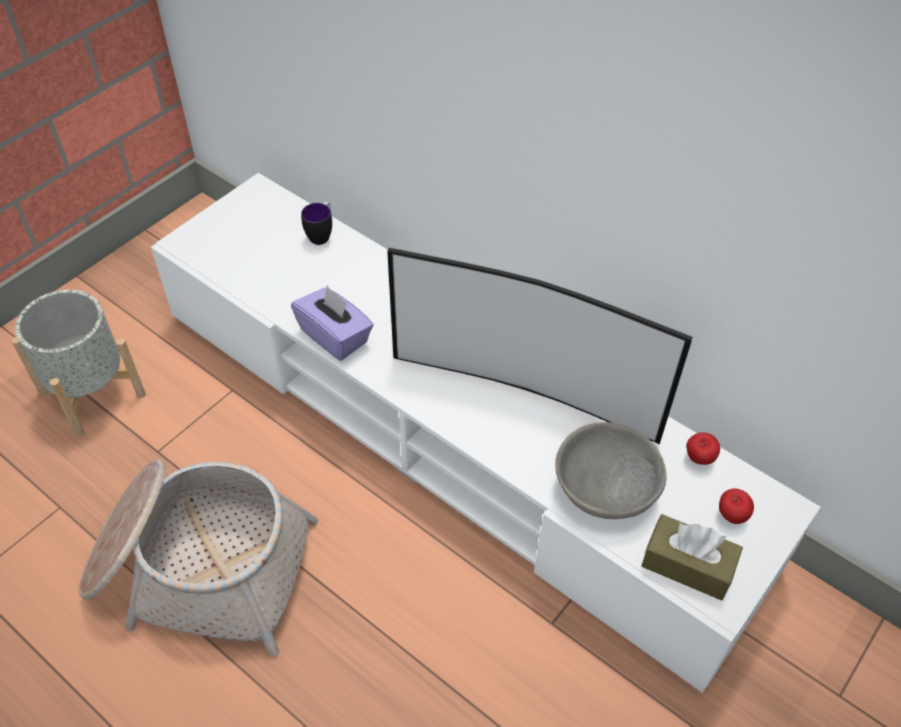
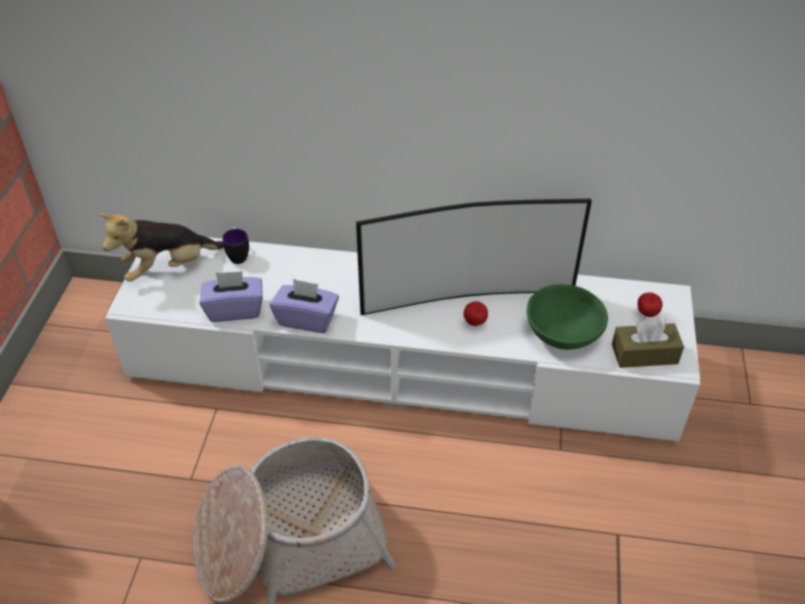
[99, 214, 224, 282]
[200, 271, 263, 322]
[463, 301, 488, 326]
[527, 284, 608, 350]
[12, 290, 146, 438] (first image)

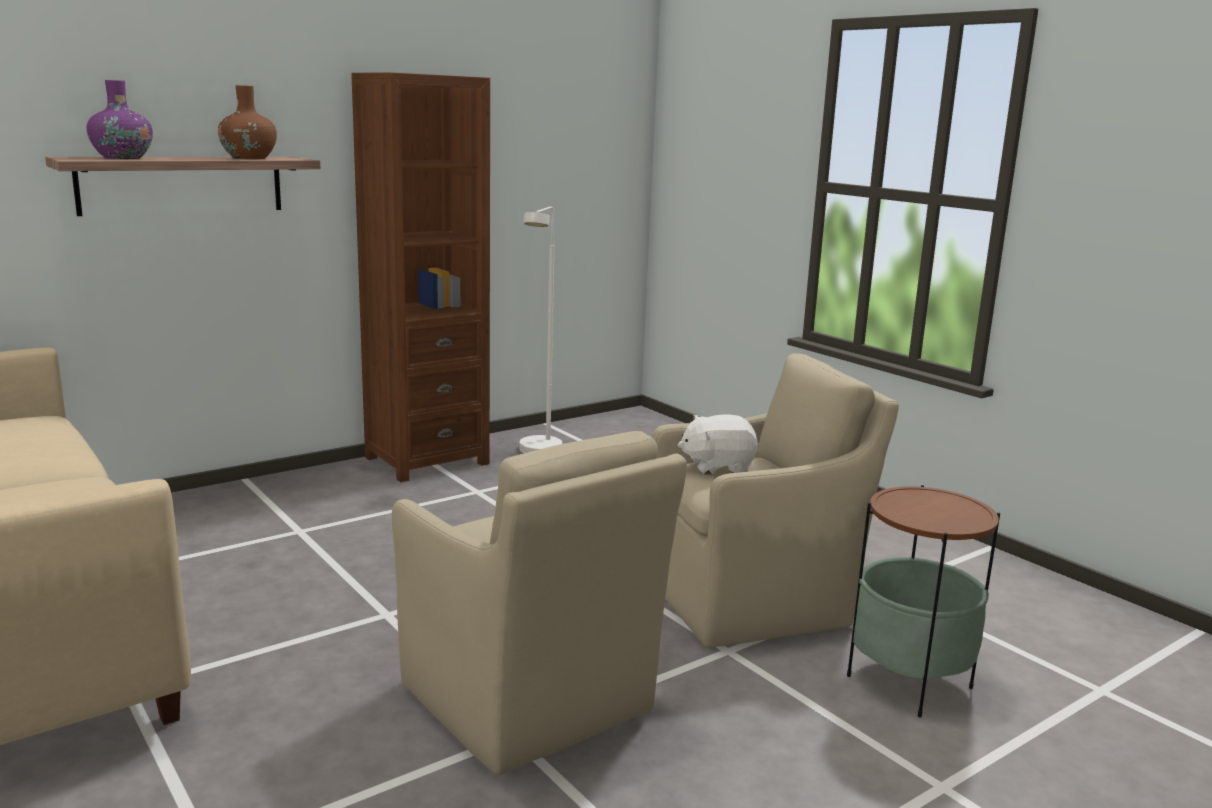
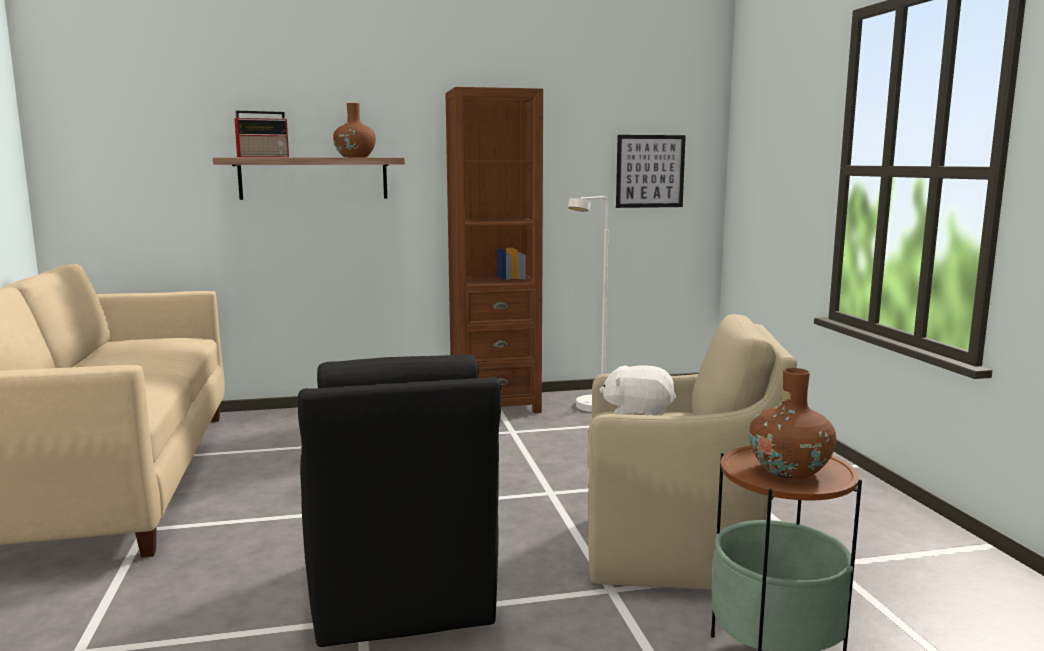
[234, 111, 289, 157]
[298, 354, 501, 647]
[616, 135, 686, 208]
[749, 368, 836, 479]

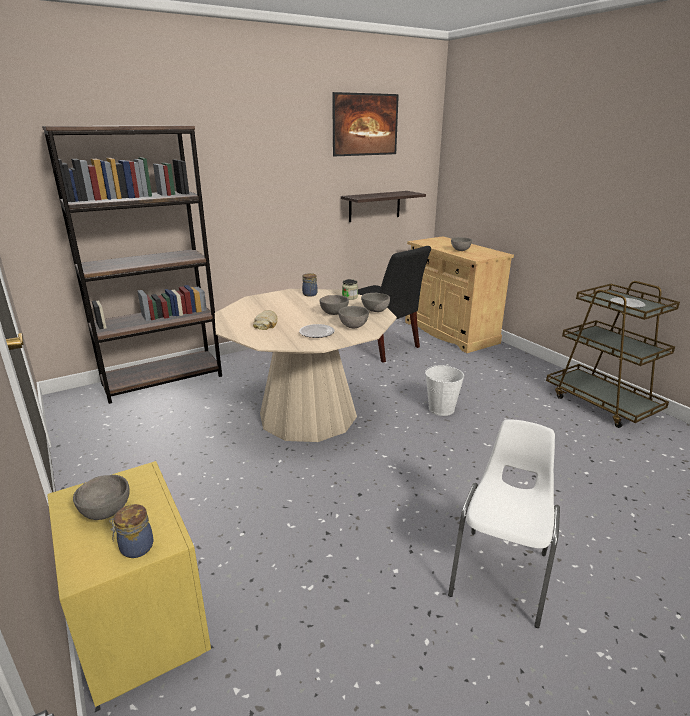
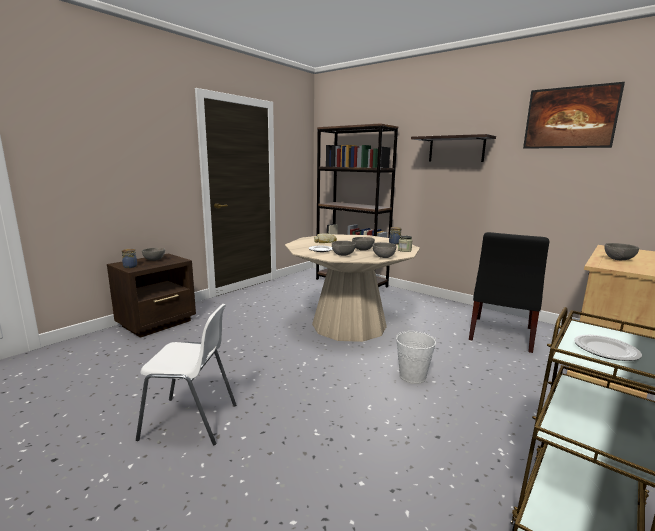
[107, 253, 196, 338]
[411, 134, 496, 162]

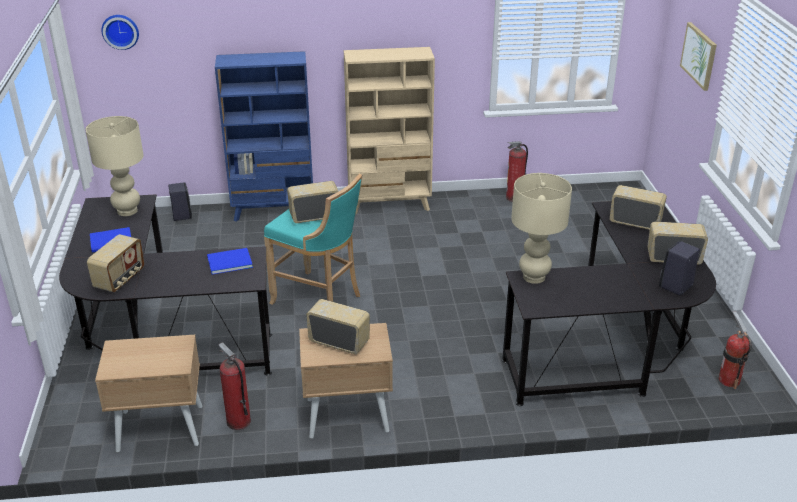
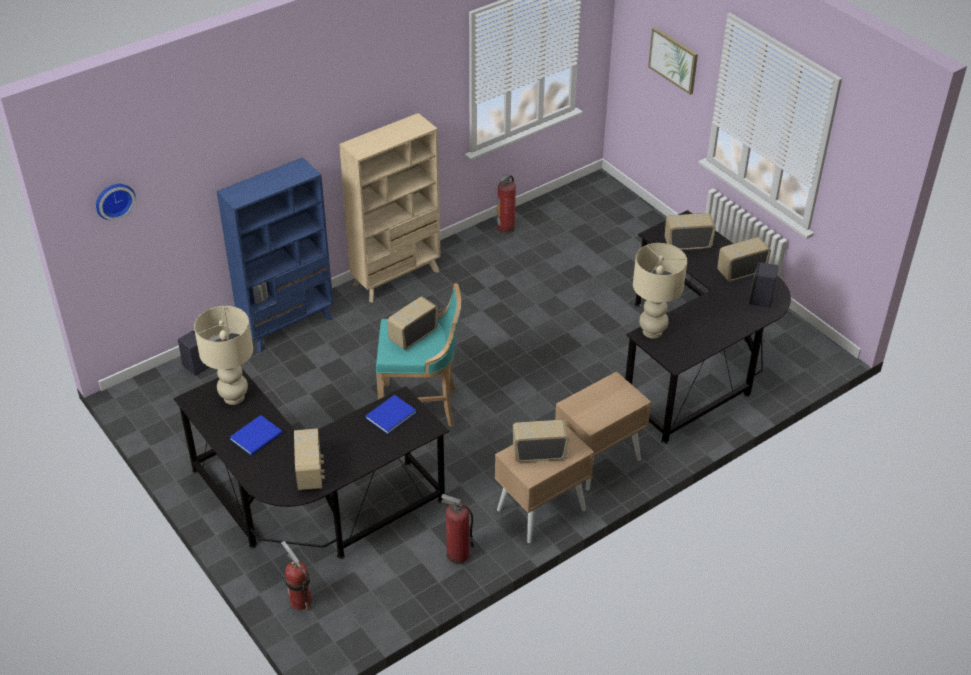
[281, 541, 311, 611]
[555, 371, 651, 491]

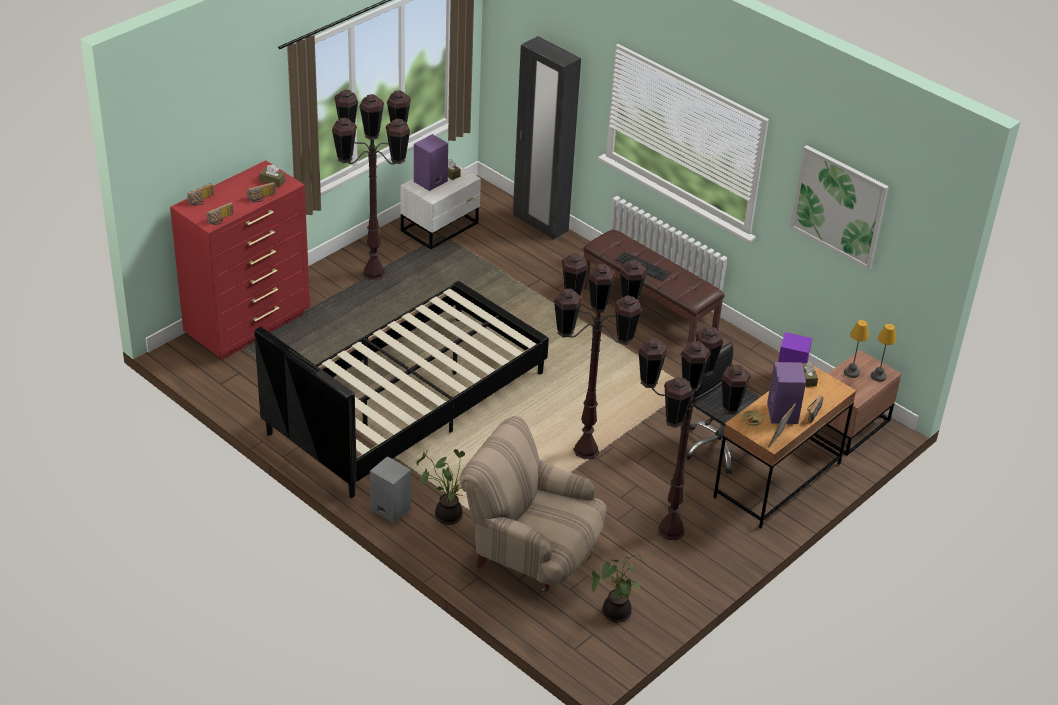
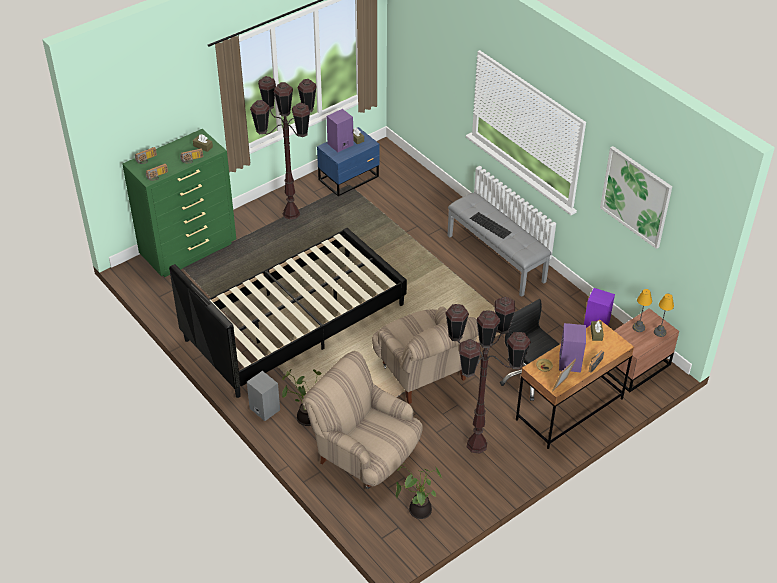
[122, 129, 236, 277]
[317, 127, 380, 196]
[372, 306, 478, 404]
[448, 193, 552, 297]
[513, 36, 581, 240] (first image)

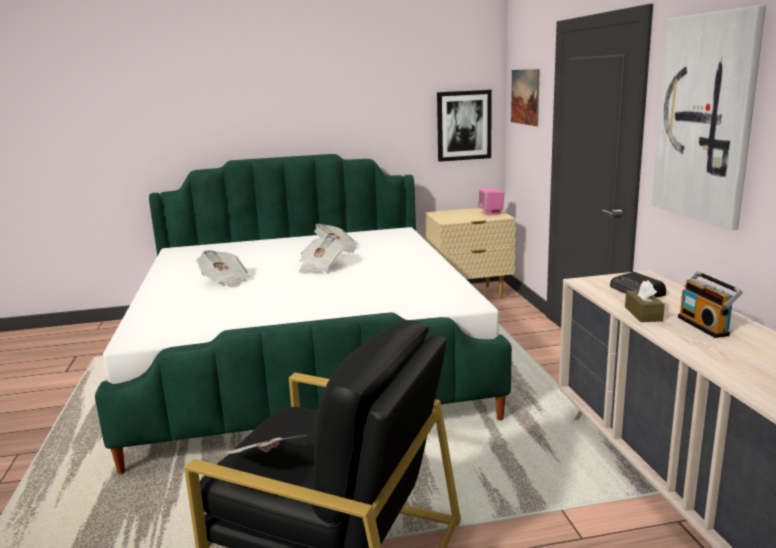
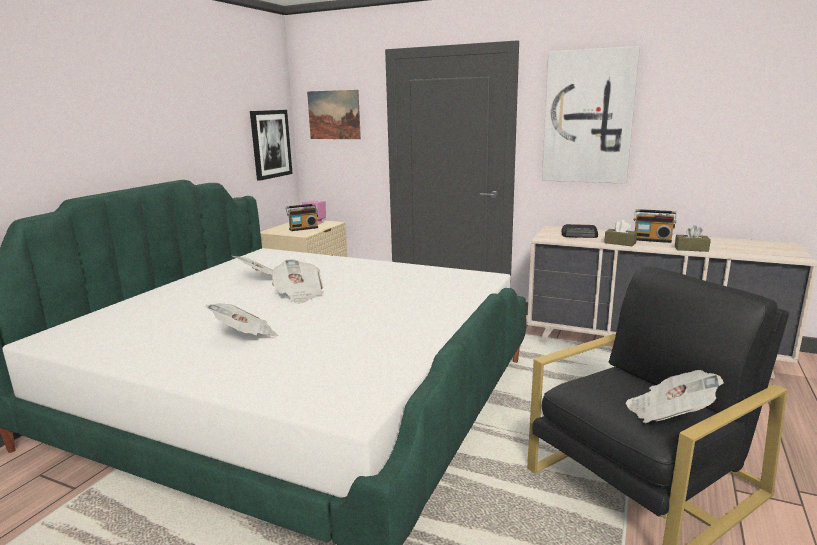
[286, 204, 318, 231]
[675, 225, 711, 252]

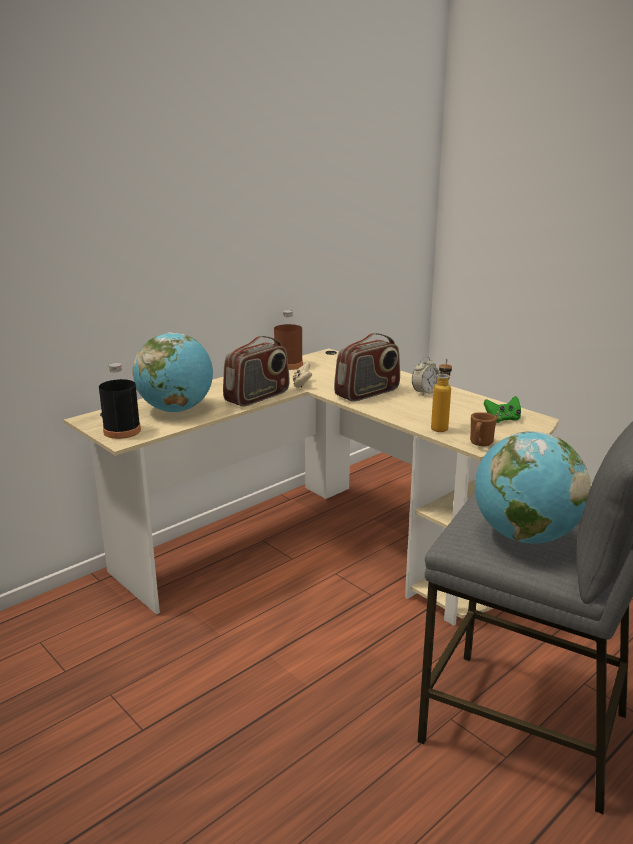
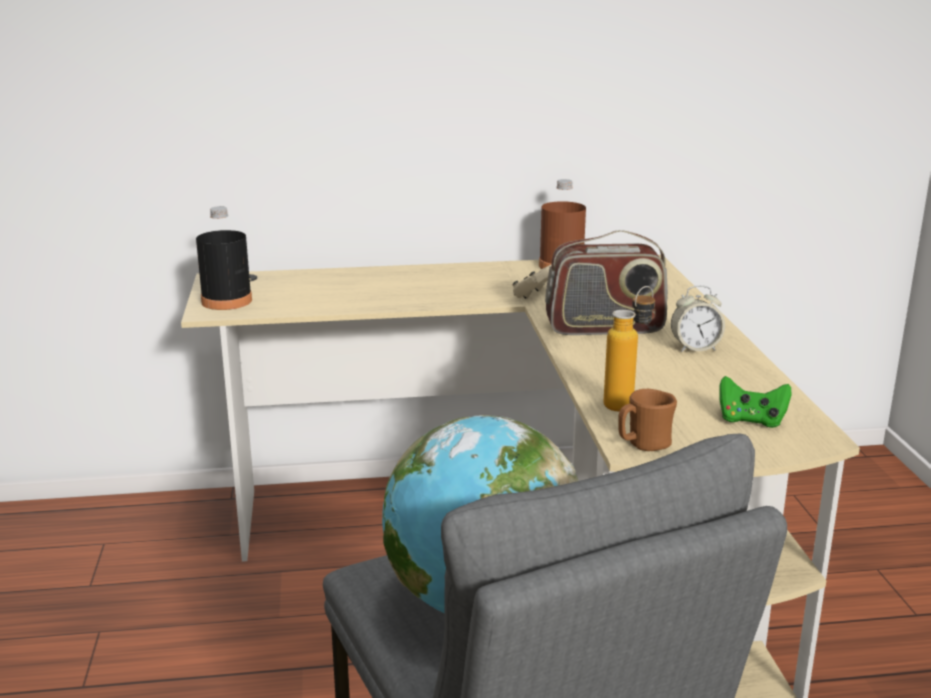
[132, 332, 213, 413] (first image)
[223, 336, 289, 407] (first image)

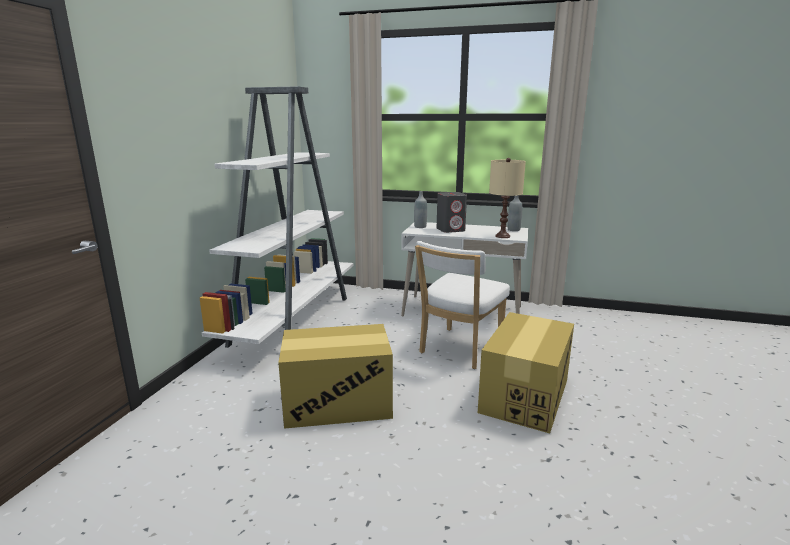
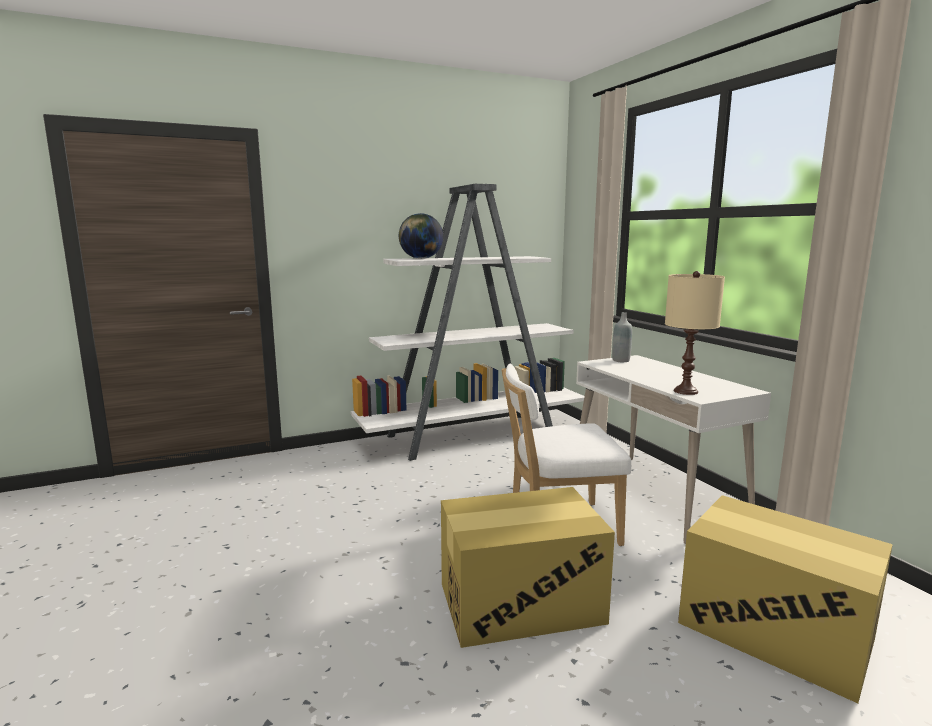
[399, 213, 443, 259]
[678, 495, 893, 703]
[437, 192, 467, 233] (first image)
[507, 195, 522, 231] (first image)

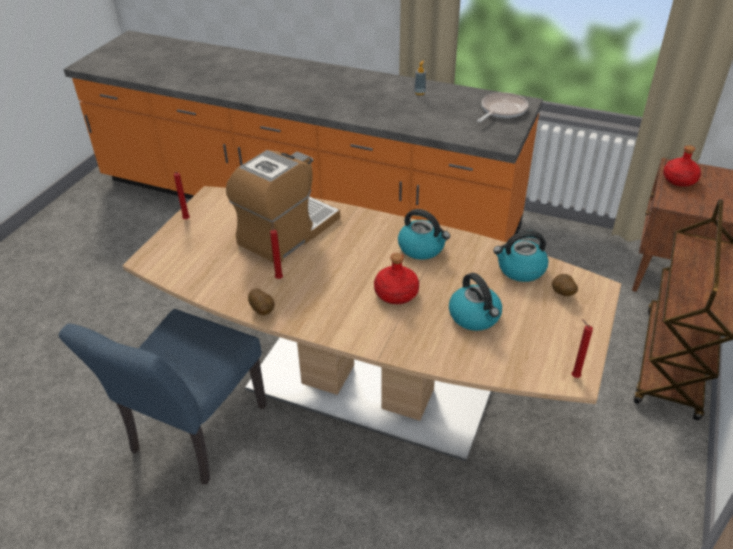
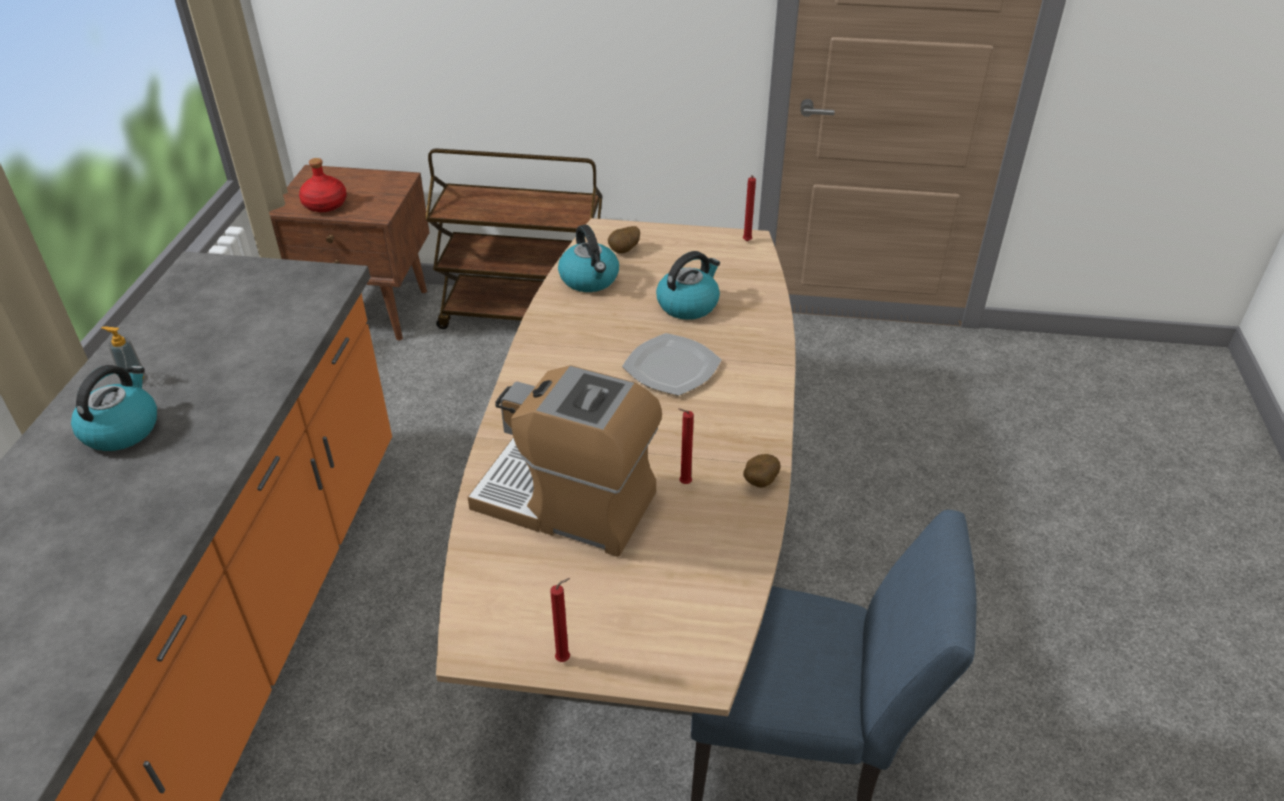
[71, 365, 157, 451]
[622, 333, 722, 396]
[477, 92, 528, 122] (first image)

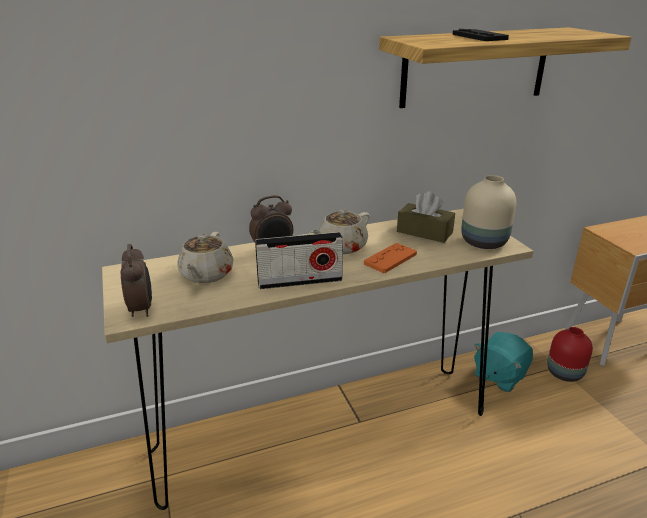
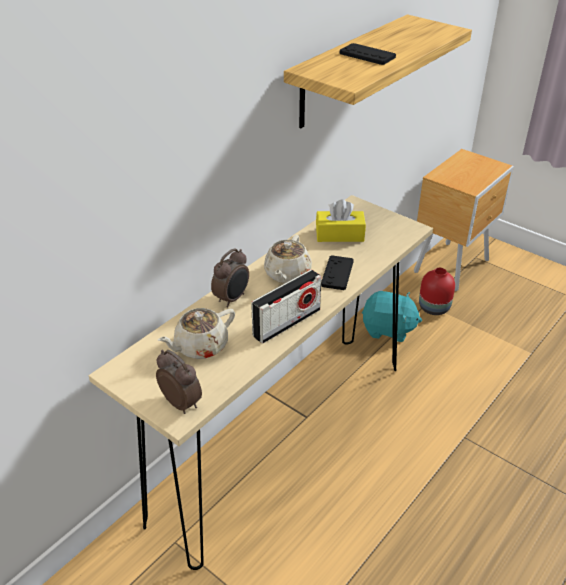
[158, 308, 235, 359]
[316, 199, 366, 242]
[321, 255, 354, 290]
[362, 291, 422, 342]
[461, 175, 516, 249] (first image)

